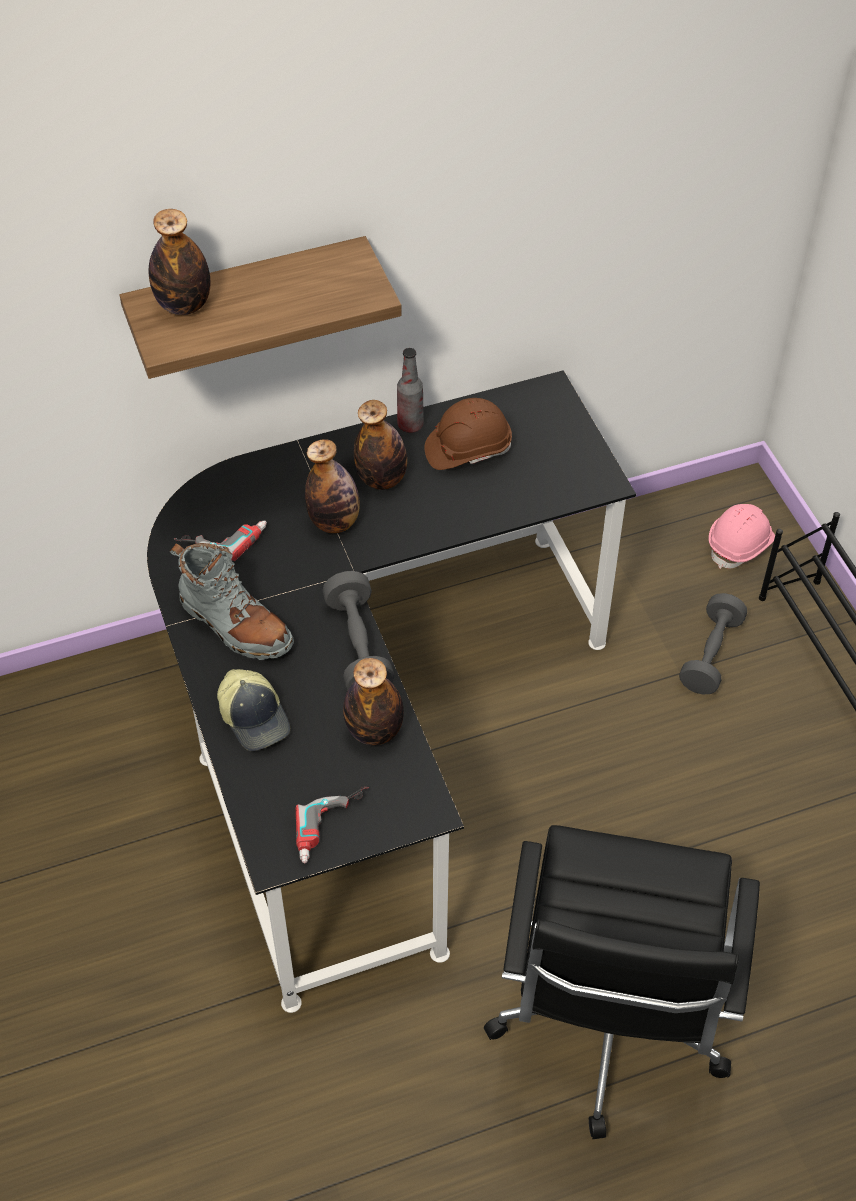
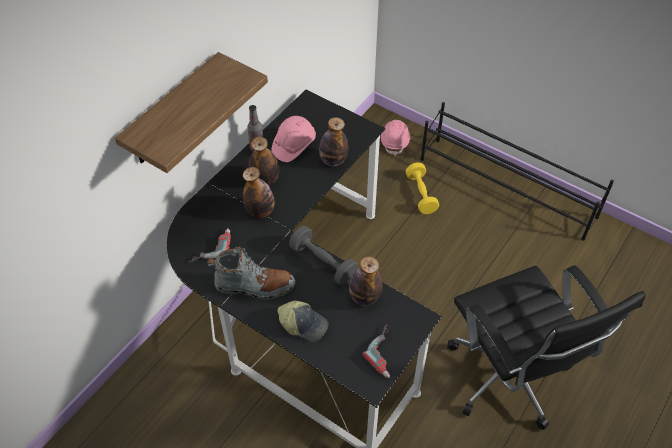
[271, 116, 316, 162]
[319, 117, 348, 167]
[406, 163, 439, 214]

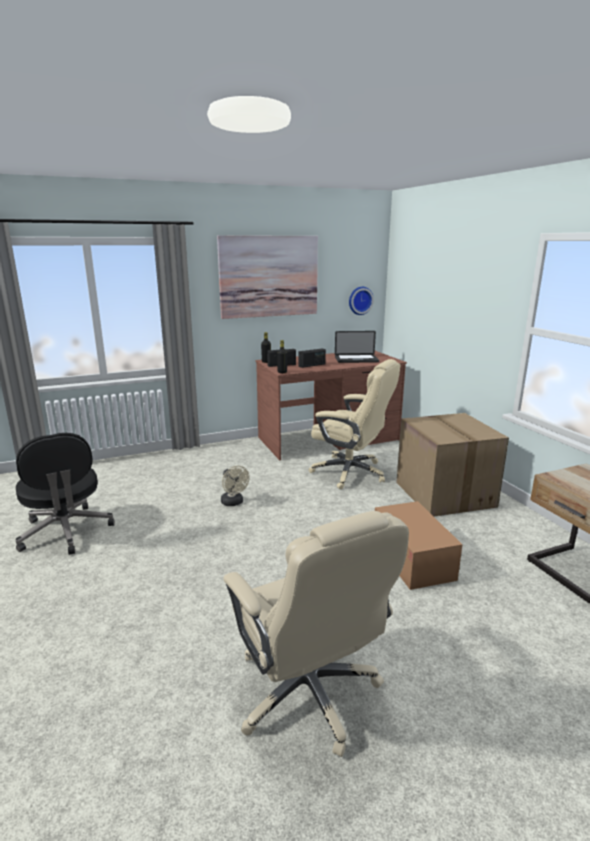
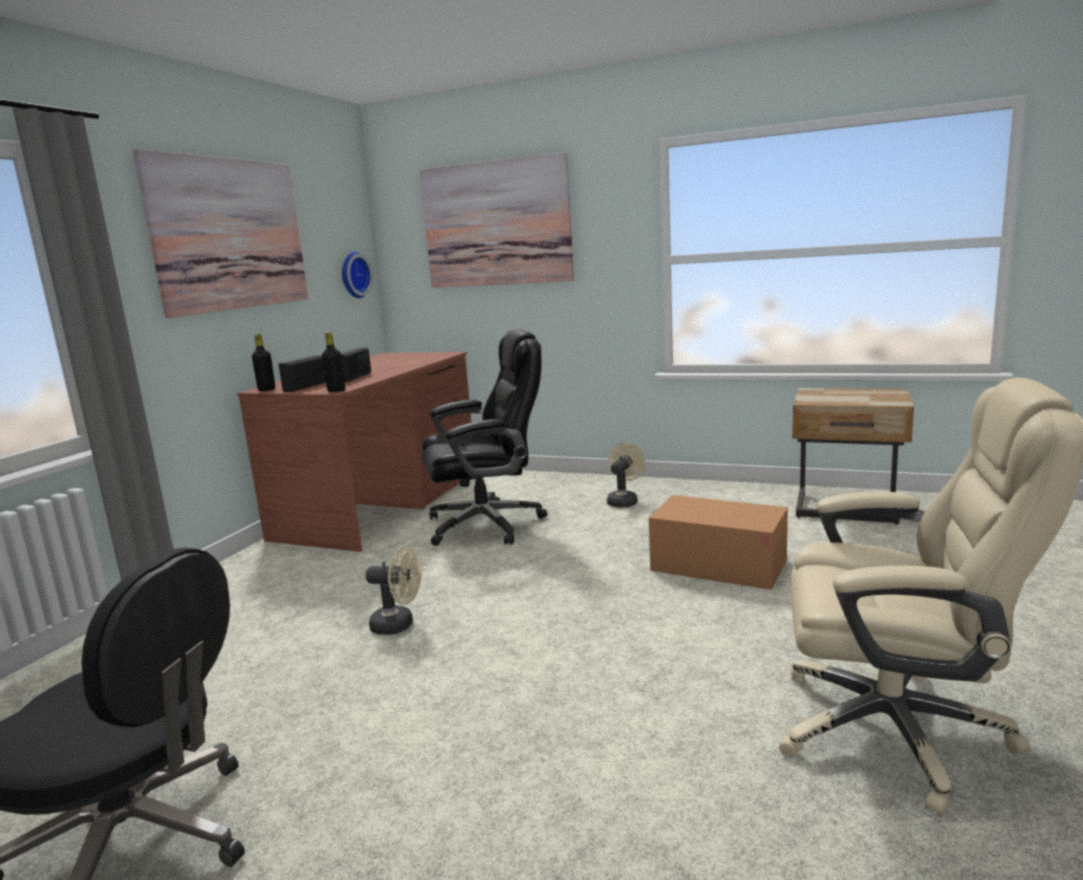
[420, 152, 574, 288]
[422, 329, 547, 546]
[607, 442, 646, 508]
[335, 331, 379, 363] (first image)

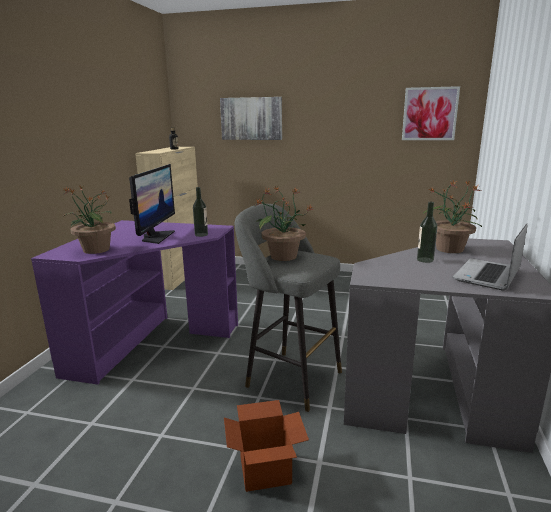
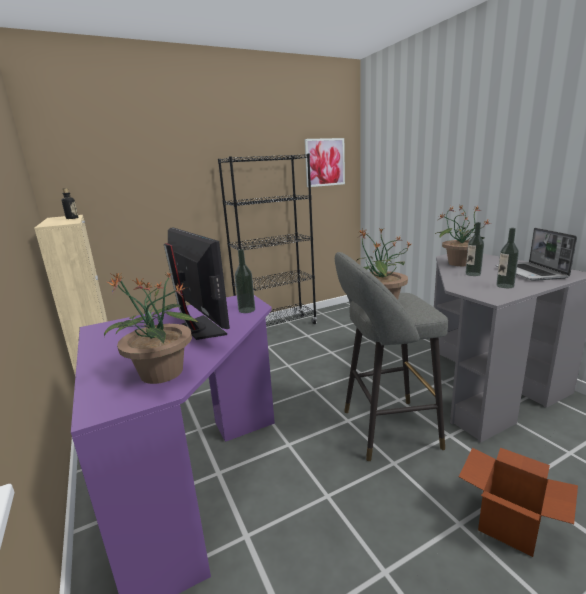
[218, 153, 317, 326]
[496, 228, 519, 288]
[220, 97, 282, 140] (first image)

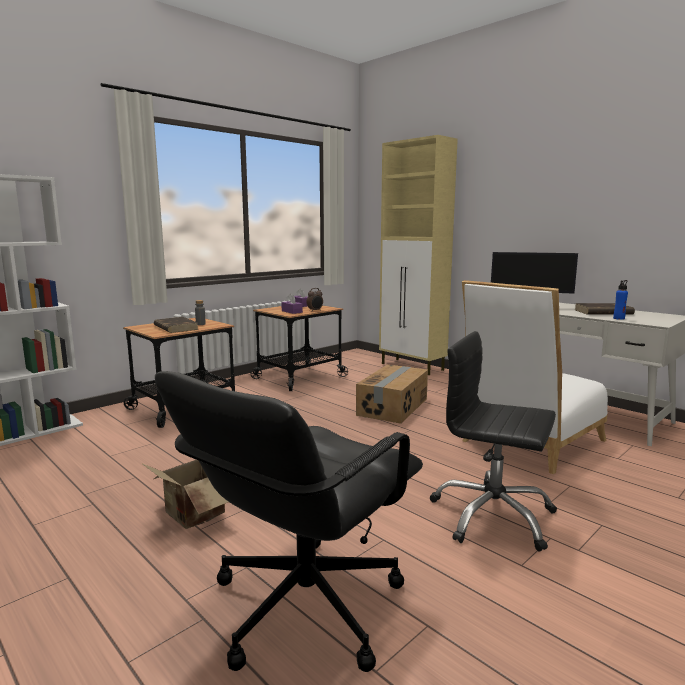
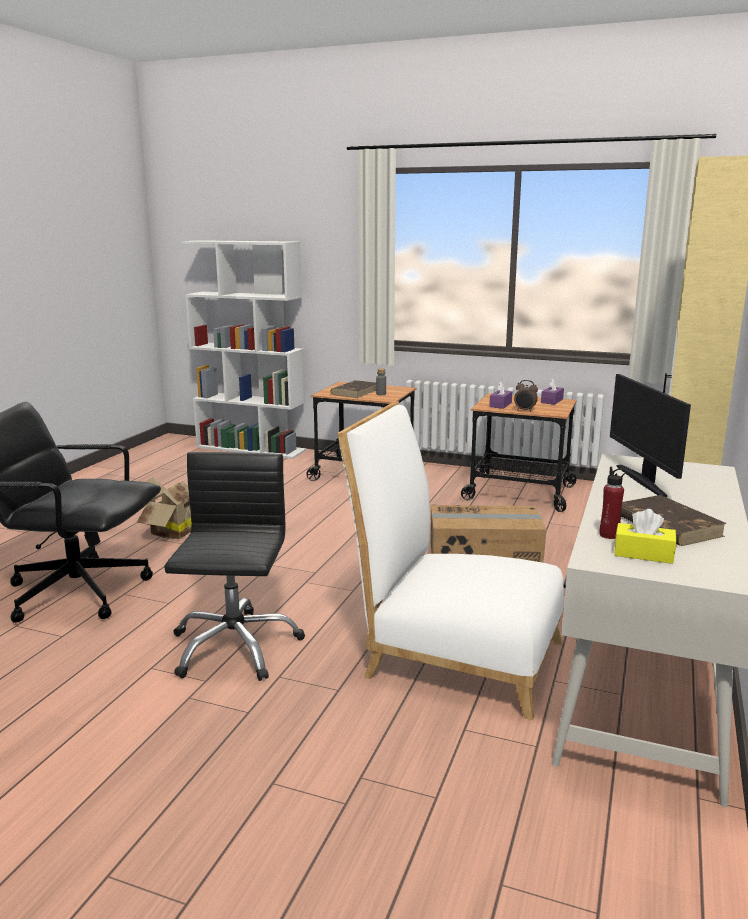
[599, 467, 626, 539]
[614, 509, 676, 564]

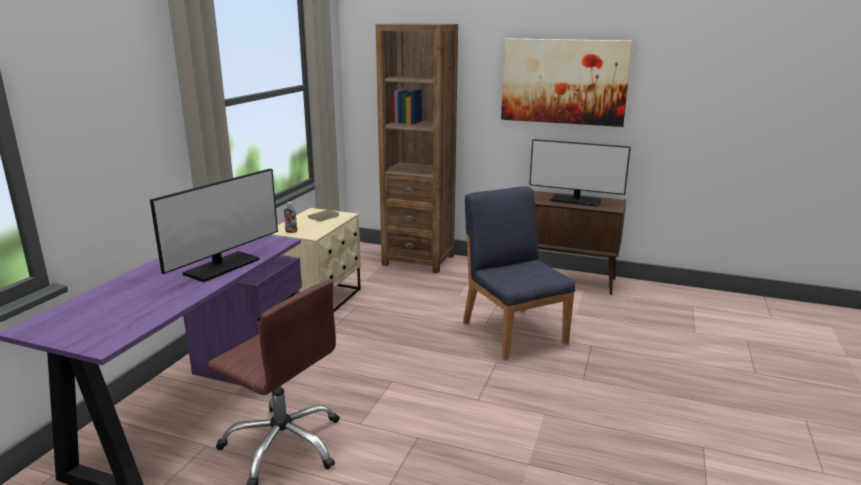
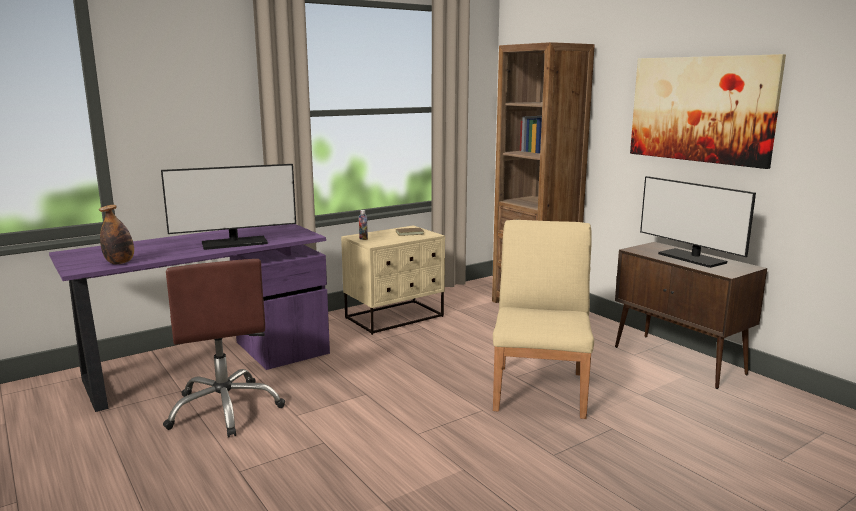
[99, 205, 134, 264]
[493, 220, 594, 419]

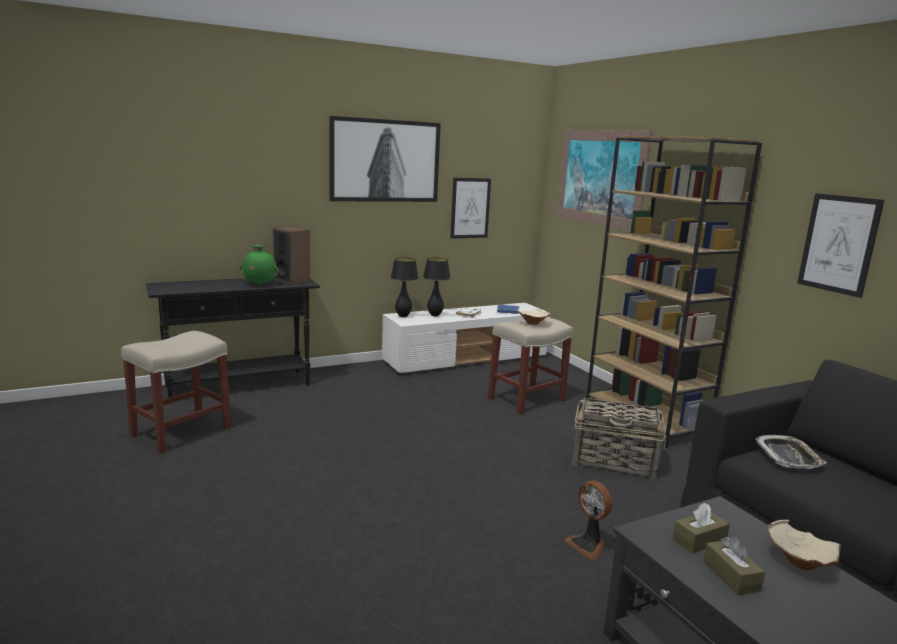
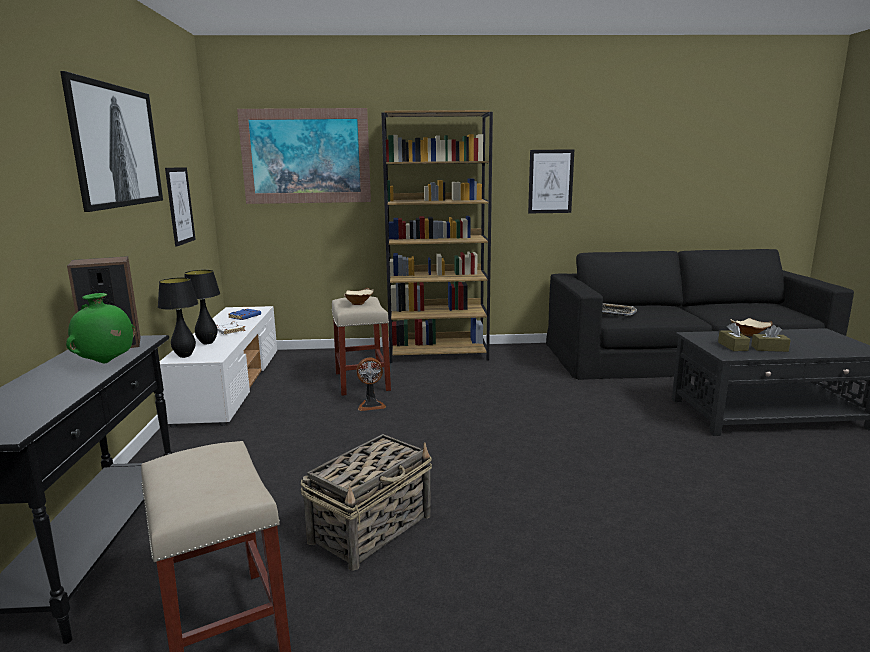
[301, 434, 432, 571]
[357, 357, 386, 411]

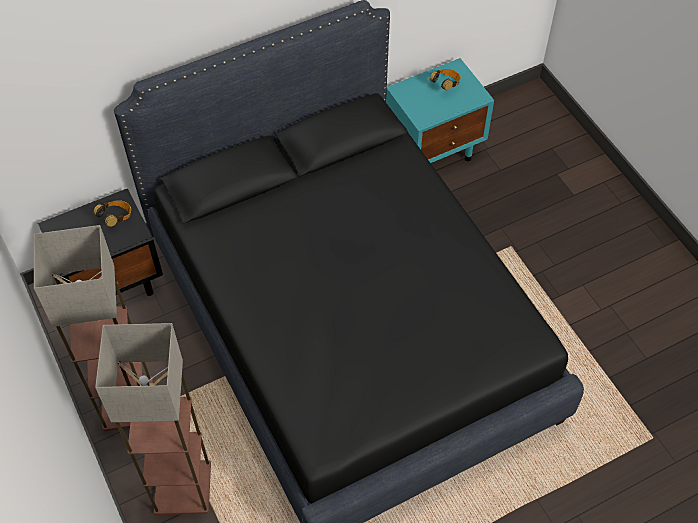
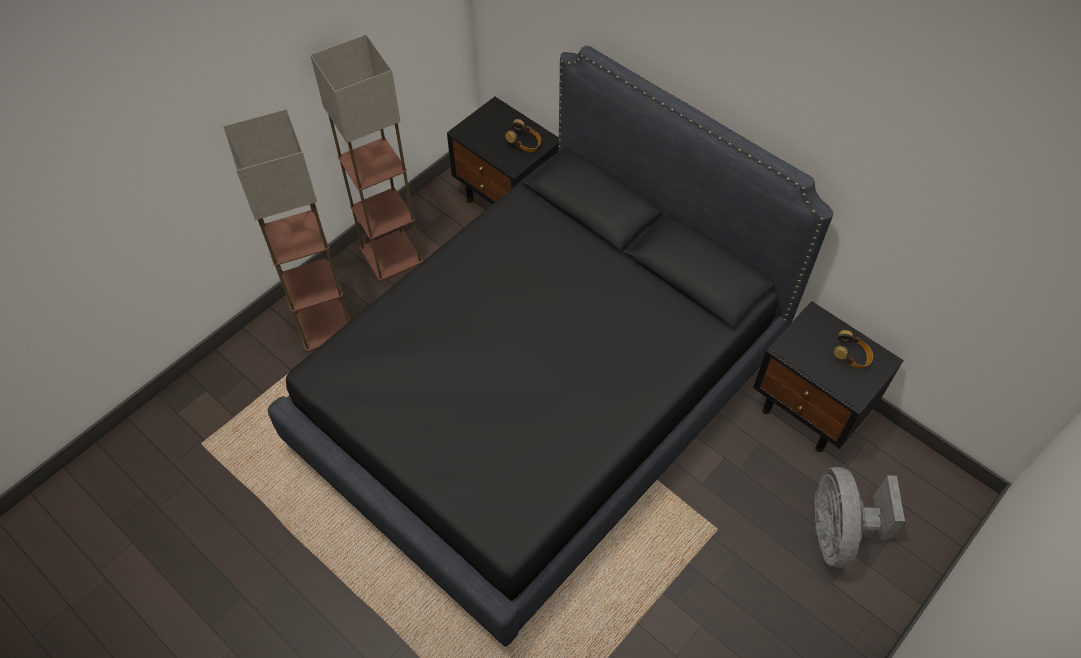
[753, 301, 904, 452]
[814, 467, 905, 568]

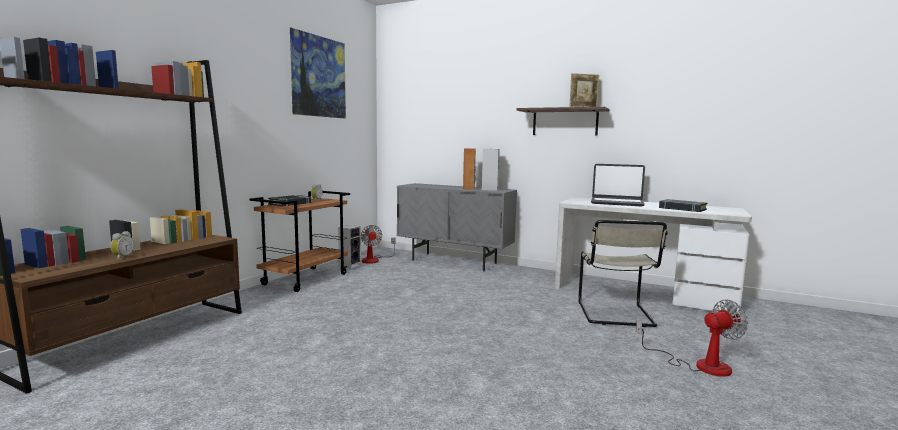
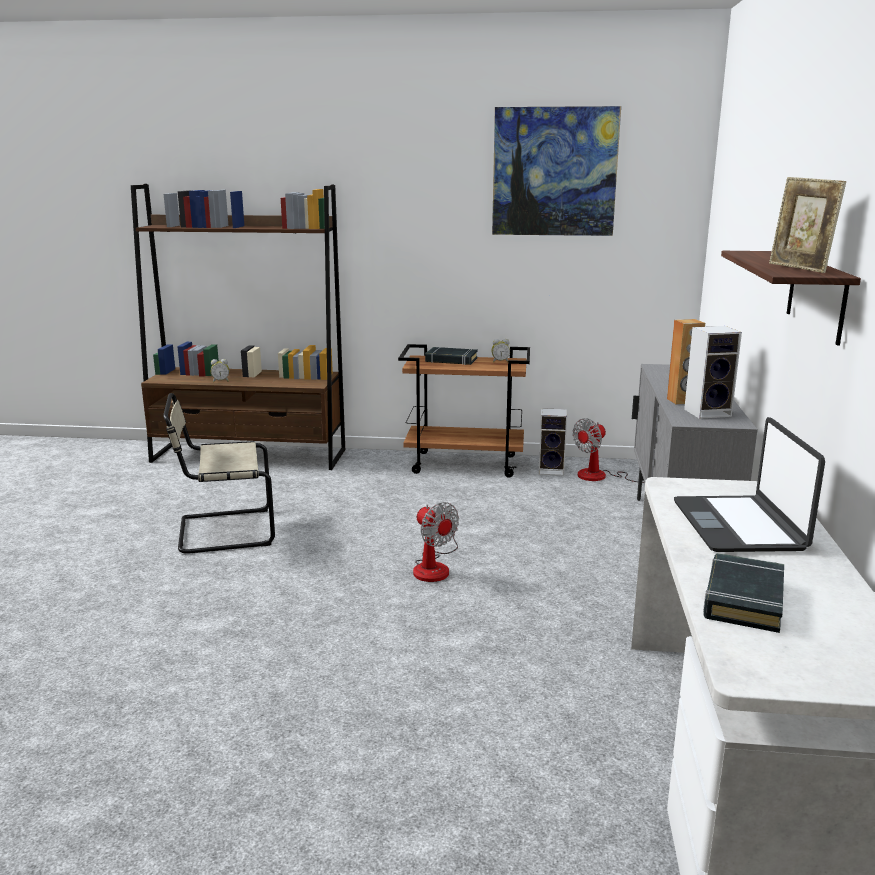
[163, 393, 275, 554]
[413, 502, 459, 582]

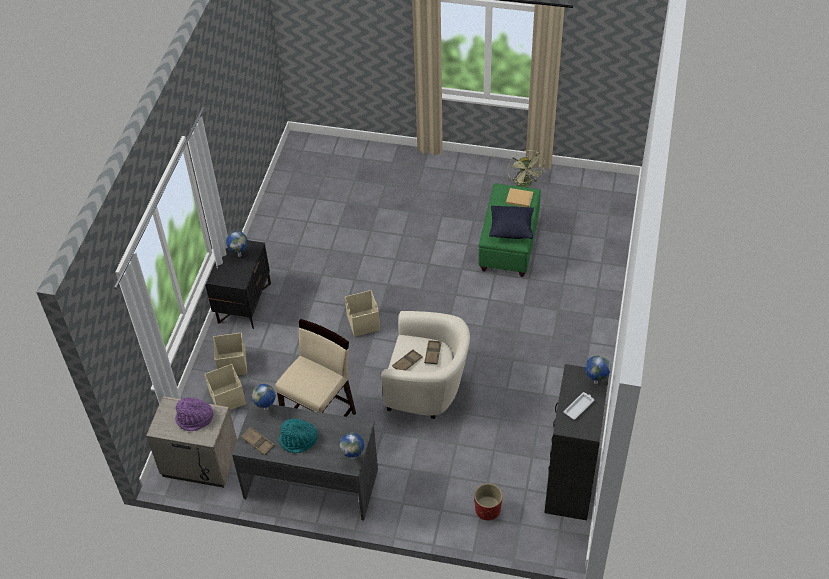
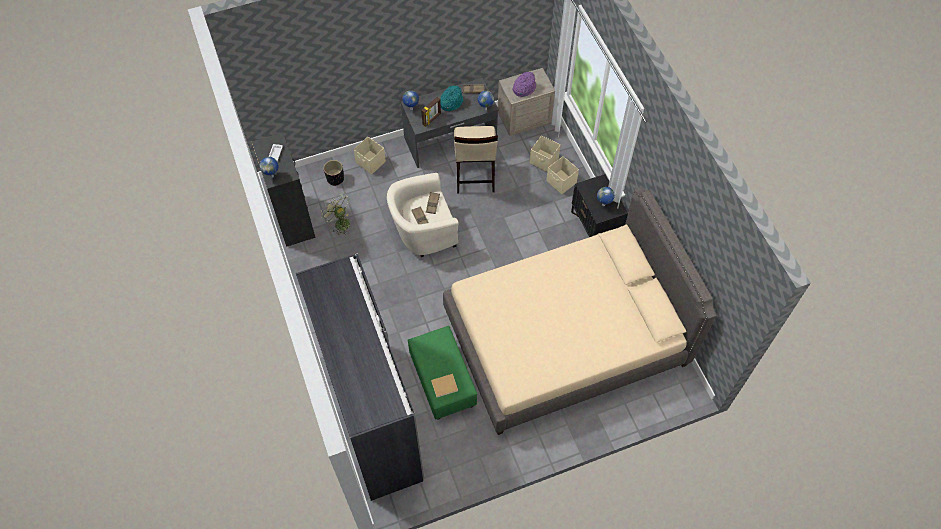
[296, 253, 424, 501]
[321, 194, 350, 235]
[324, 160, 344, 186]
[353, 137, 386, 174]
[421, 97, 441, 127]
[443, 187, 716, 435]
[489, 206, 534, 239] (first image)

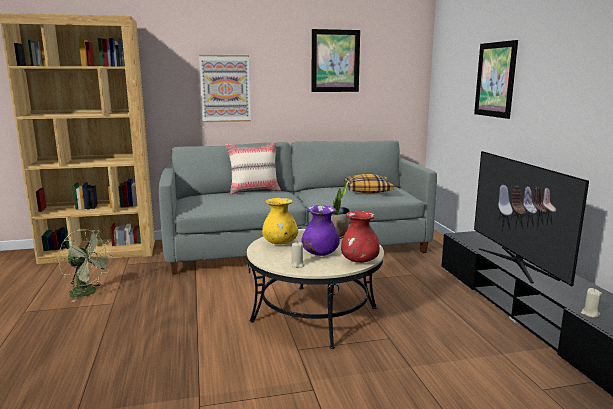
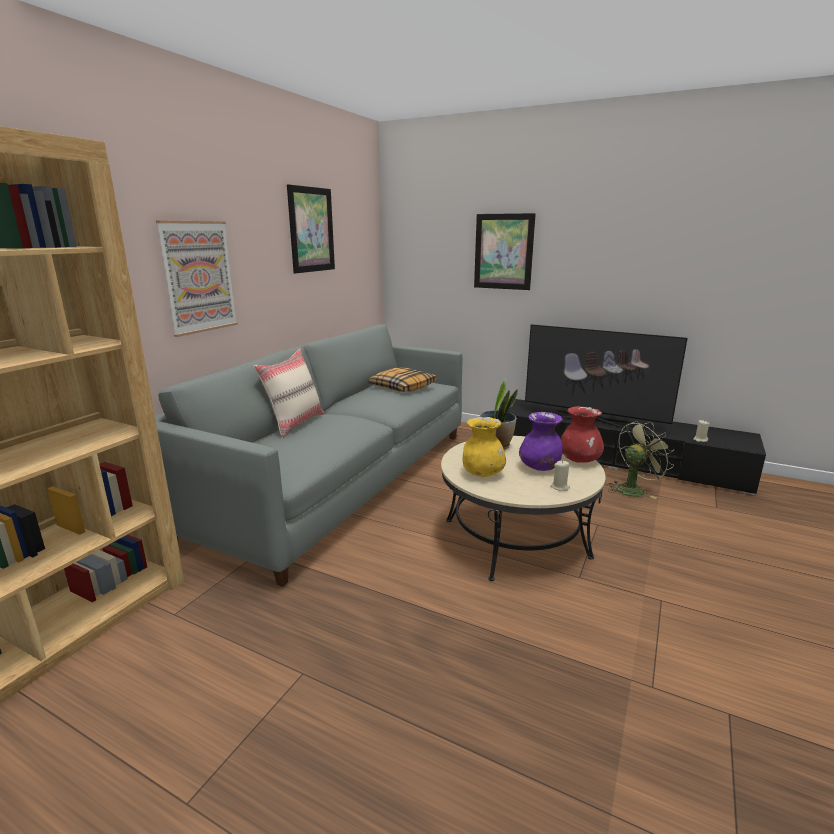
[608, 421, 674, 499]

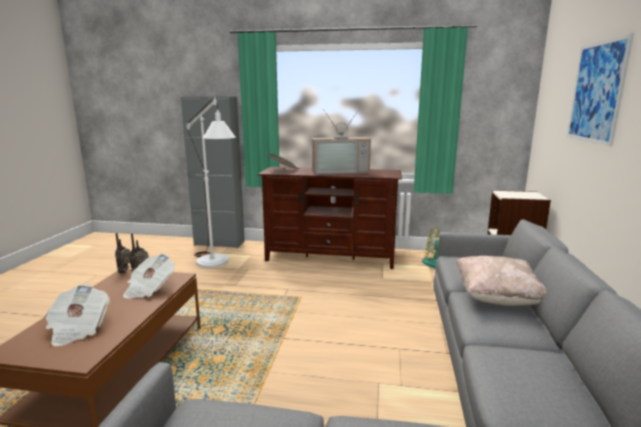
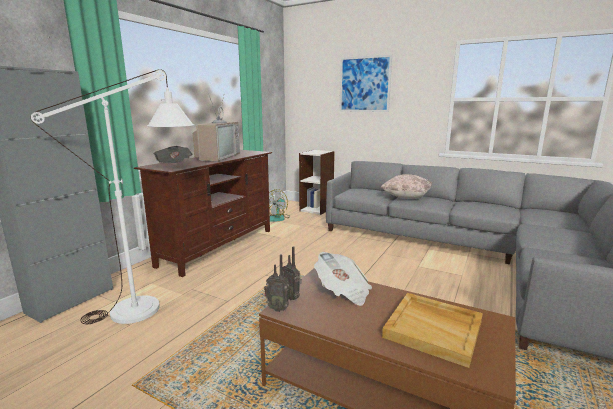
[382, 293, 483, 368]

